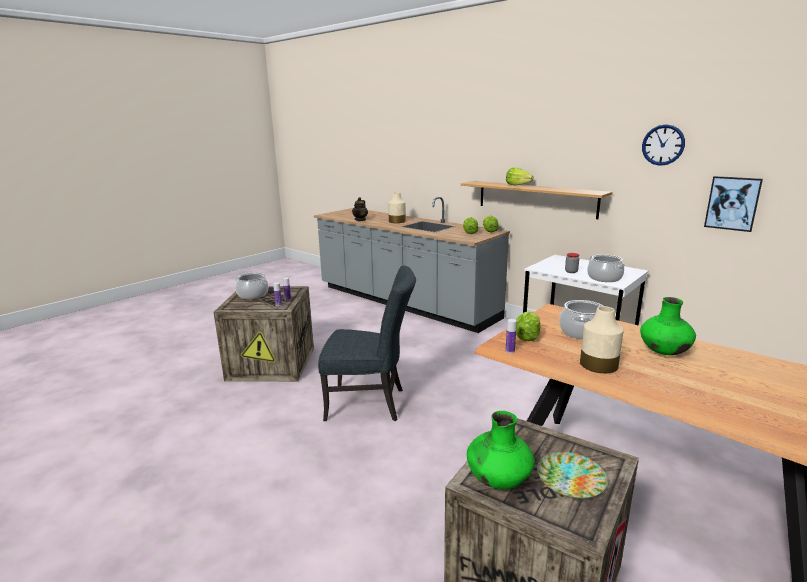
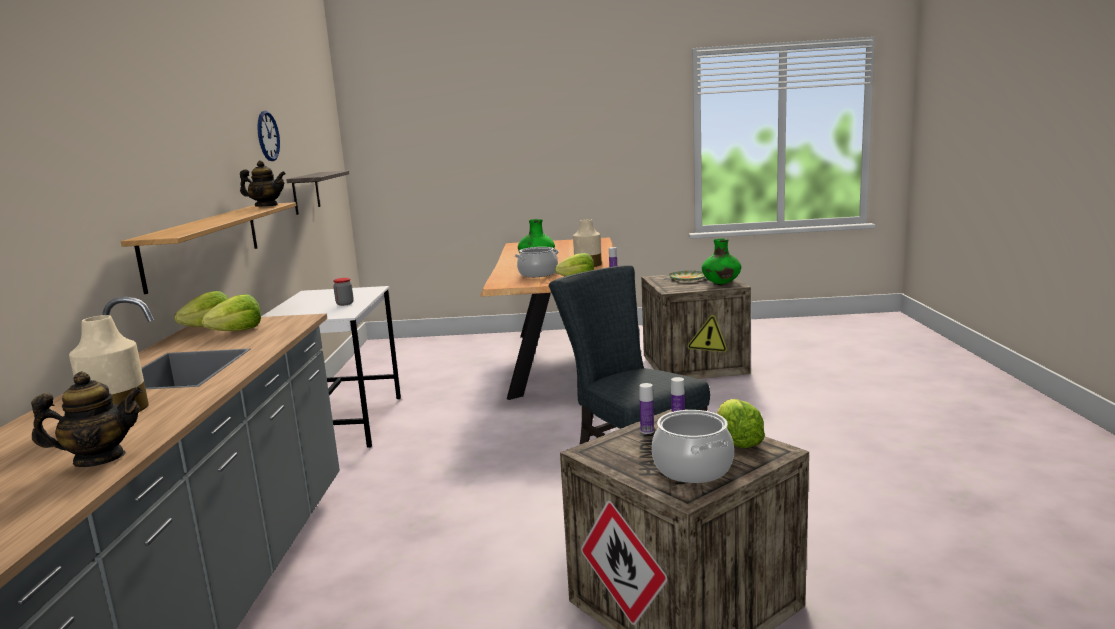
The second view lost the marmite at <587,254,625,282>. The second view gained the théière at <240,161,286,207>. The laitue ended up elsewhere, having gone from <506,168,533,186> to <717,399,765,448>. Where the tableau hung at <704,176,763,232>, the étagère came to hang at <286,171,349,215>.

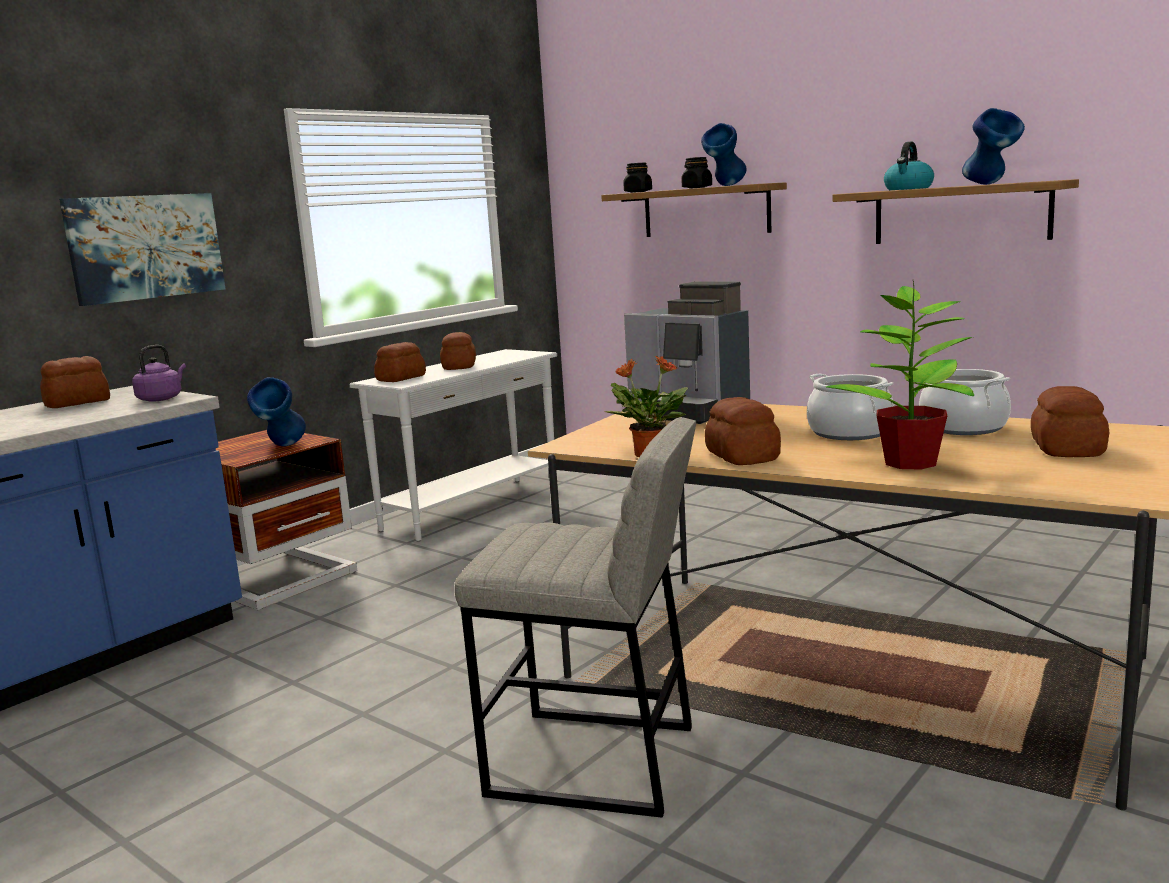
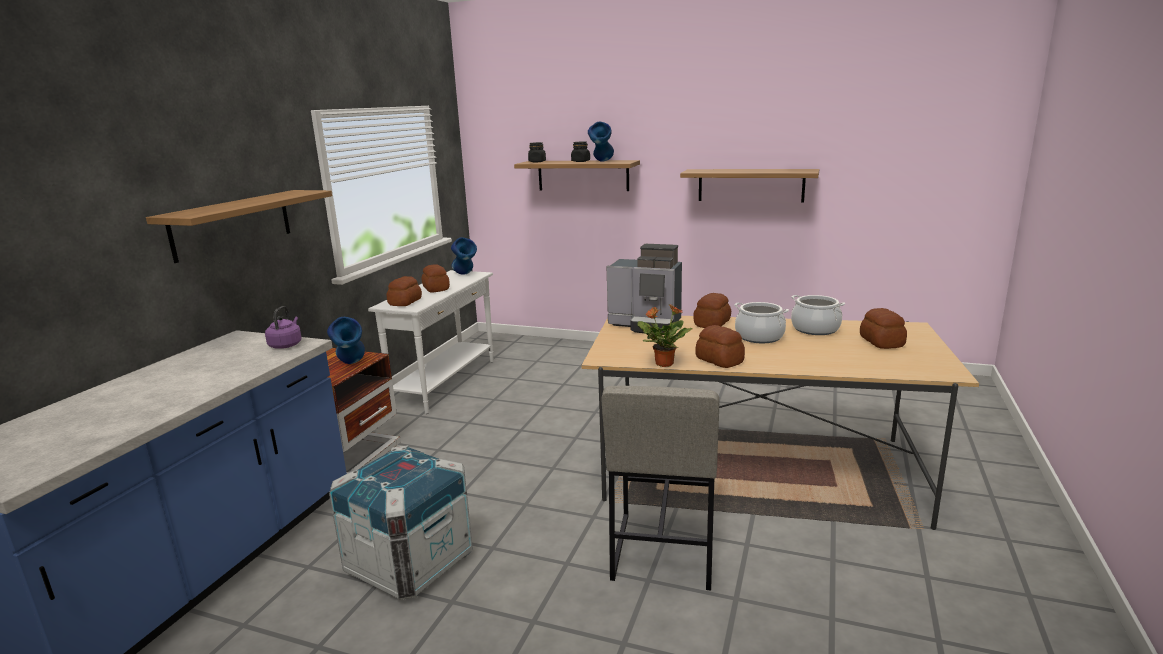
The second view lost the plante en pot at <826,281,974,469>. The second view lost the bouilloire at <884,141,934,190>. The second view gained the caisse at <329,445,473,600>. The pain ended up elsewhere, having gone from <40,356,110,408> to <693,293,731,328>. The vase [bleu] ended up elsewhere, having gone from <962,108,1025,185> to <451,237,477,275>. Where the tableau hung at <59,193,225,306>, the étagère came to hang at <146,190,332,263>. The chaise [gris] at <455,417,696,818> ended up facing another way, 105 degrees clockwise from before.

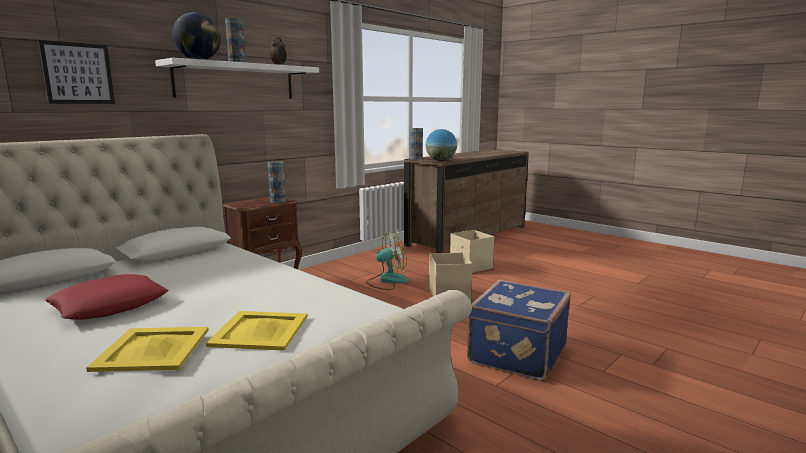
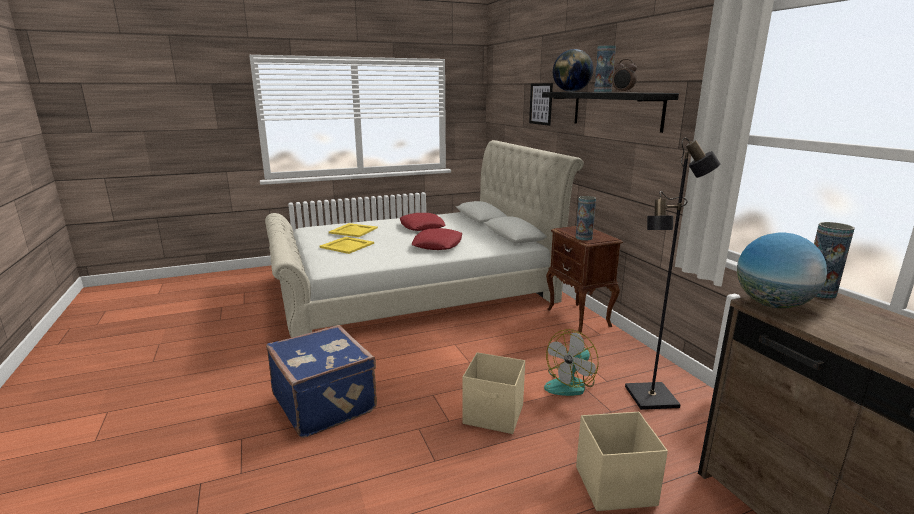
The second view gained the coussin [rouge] at <412,228,462,250>. The second view gained the lampadaire [noir] at <625,138,721,410>. What was the étagère [blanc] at <155,58,319,99> turned into the étagère [noir] at <542,92,679,133>. The ventilateur at <366,232,409,290> ended up facing another way, 45 degrees clockwise from before.

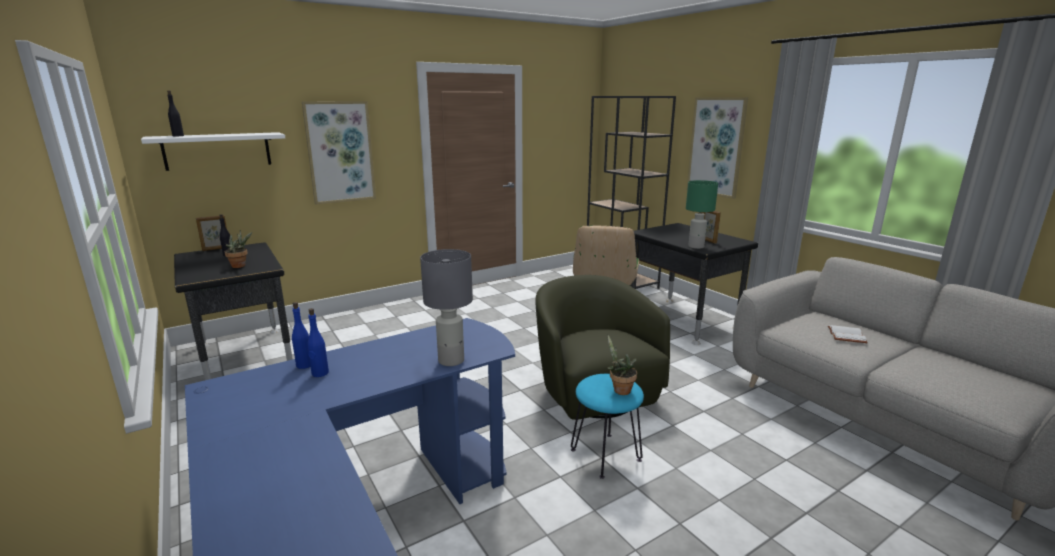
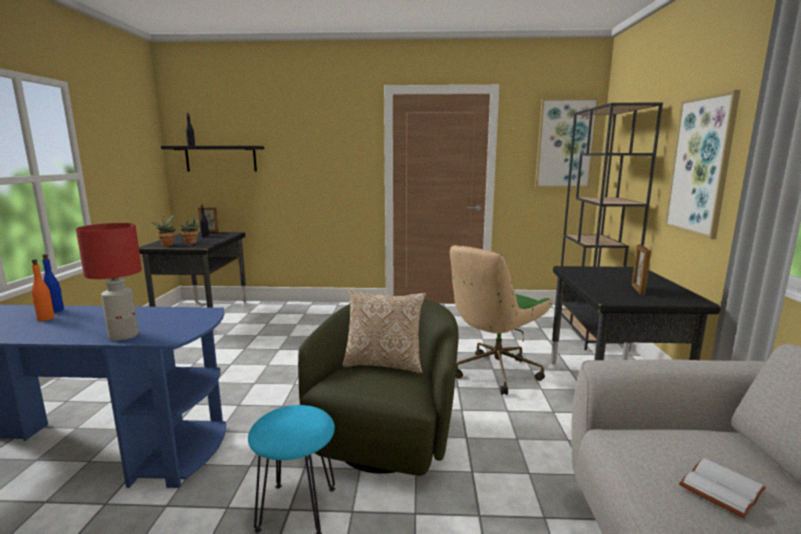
The second view lost the lampe de table [vert] at <686,180,718,249>. The second view gained the coussin at <342,289,426,374>. The tableau ended up elsewhere, having gone from <302,101,376,204> to <535,98,599,188>. The plante en pot ended up elsewhere, having gone from <607,335,637,395> to <151,214,176,246>. What was the étagère [blanc] at <141,132,285,171> turned into the étagère [noir] at <161,146,264,172>. What was the bouteille [bleu] at <307,308,329,377> turned into the bouteille [orange] at <32,259,55,321>. What was the lampe de table [gris] at <420,249,473,366> turned into the lampe de table [rouge] at <76,223,142,341>.

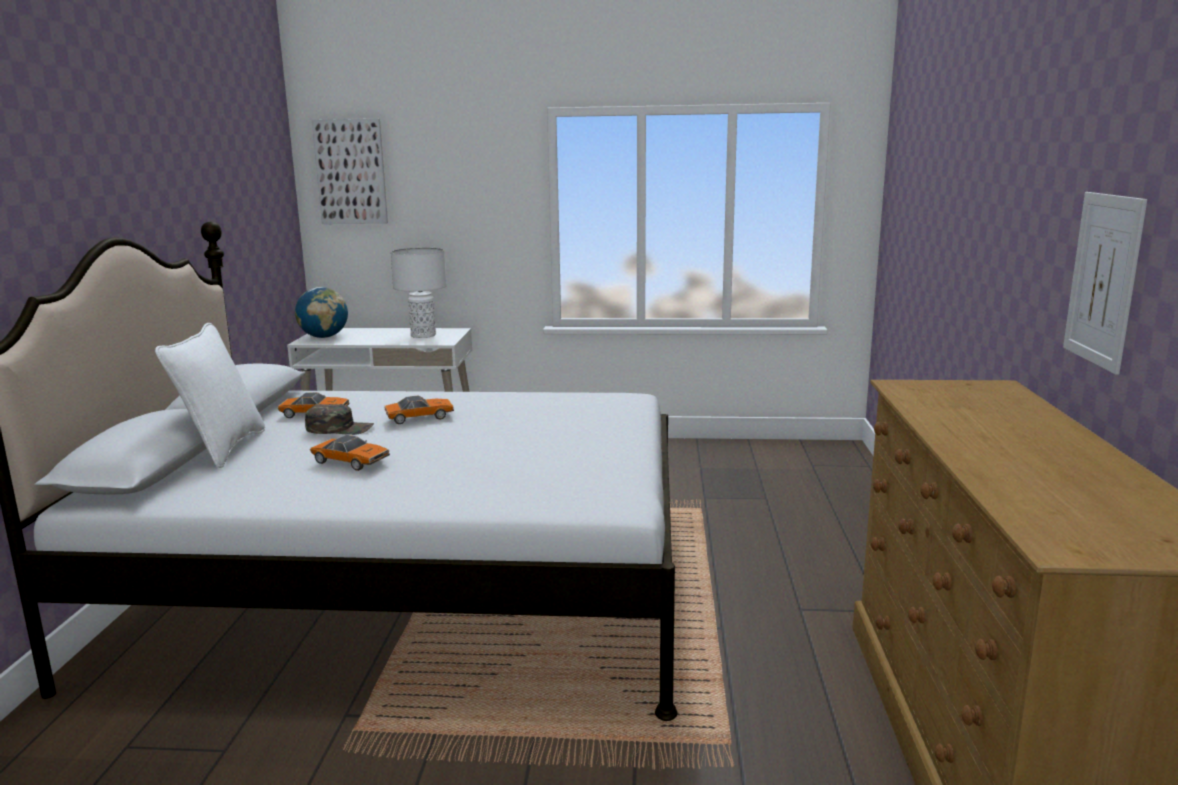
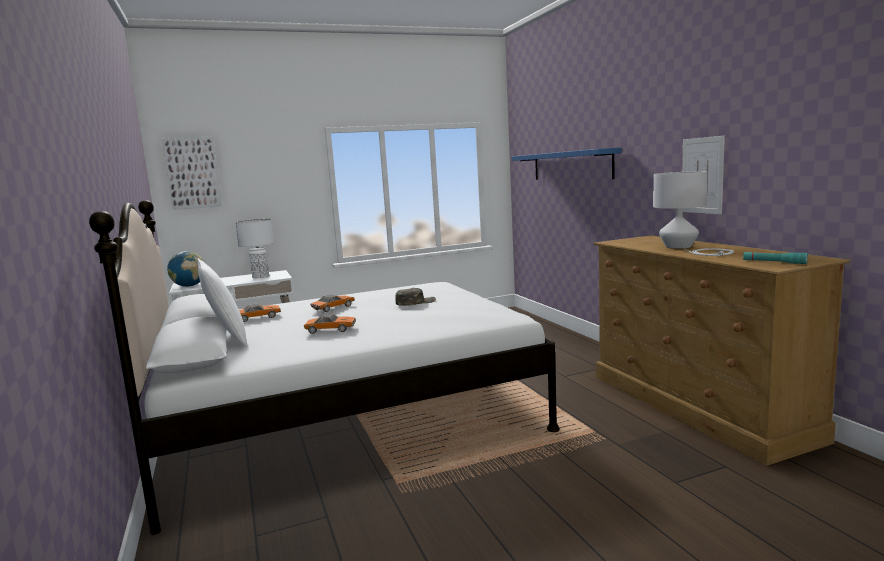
The second view gained the étagère [bleu] at <512,148,622,180>. The second view gained the lampe de table [gris] at <653,171,734,256>. The second view gained the lampe de poche [turquoise] at <743,252,808,264>. The casquette [vert] ended up elsewhere, having gone from <305,404,374,435> to <396,288,436,306>.

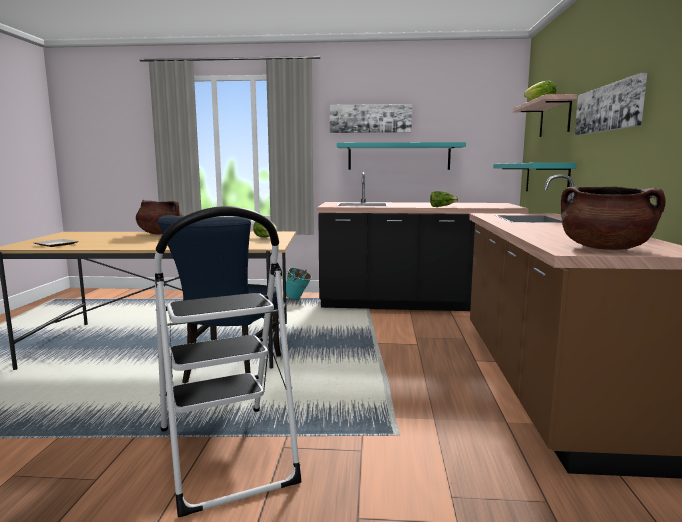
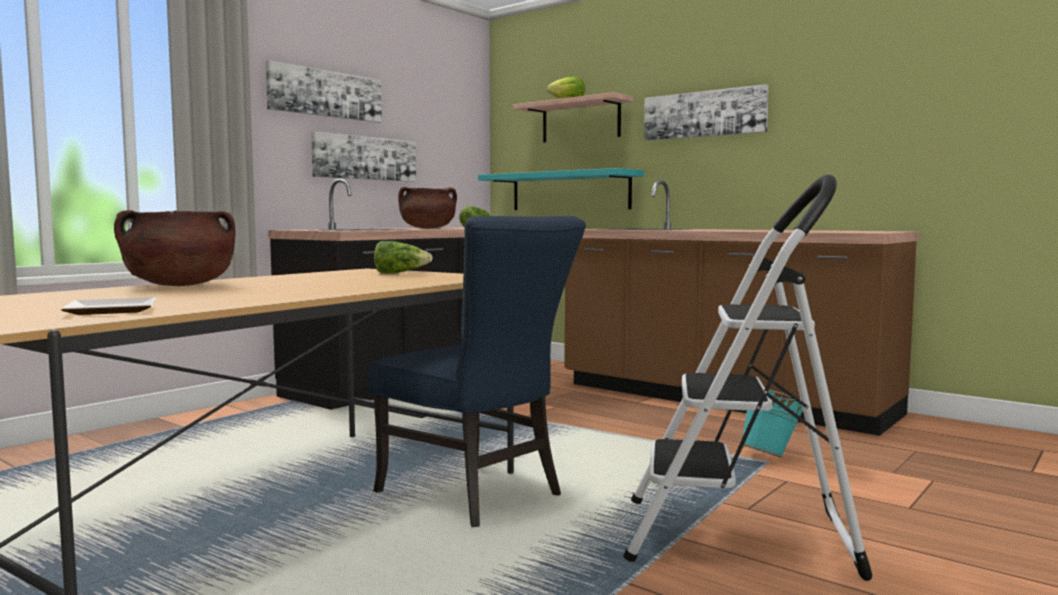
The seau [turquoise] ended up elsewhere, having gone from <286,268,312,300> to <743,389,803,458>. The marmite [marron] ended up elsewhere, having gone from <561,187,666,250> to <398,187,457,228>. Where the étagère [turquoise] hung at <337,142,466,170>, the tableau came to hang at <311,131,416,182>.

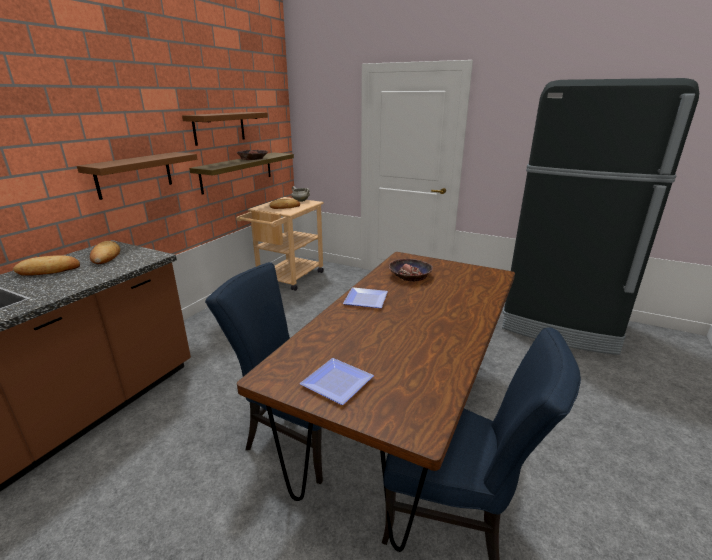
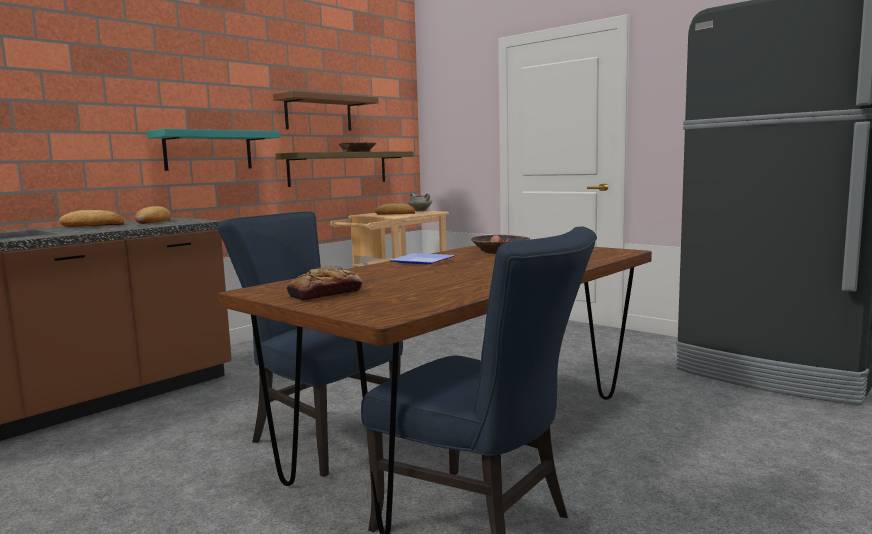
Where the assiette stood at <300,358,374,405>, the pain came to stand at <287,266,363,301>. What was the étagère [marron] at <77,152,198,200> turned into the étagère [turquoise] at <146,129,280,171>.

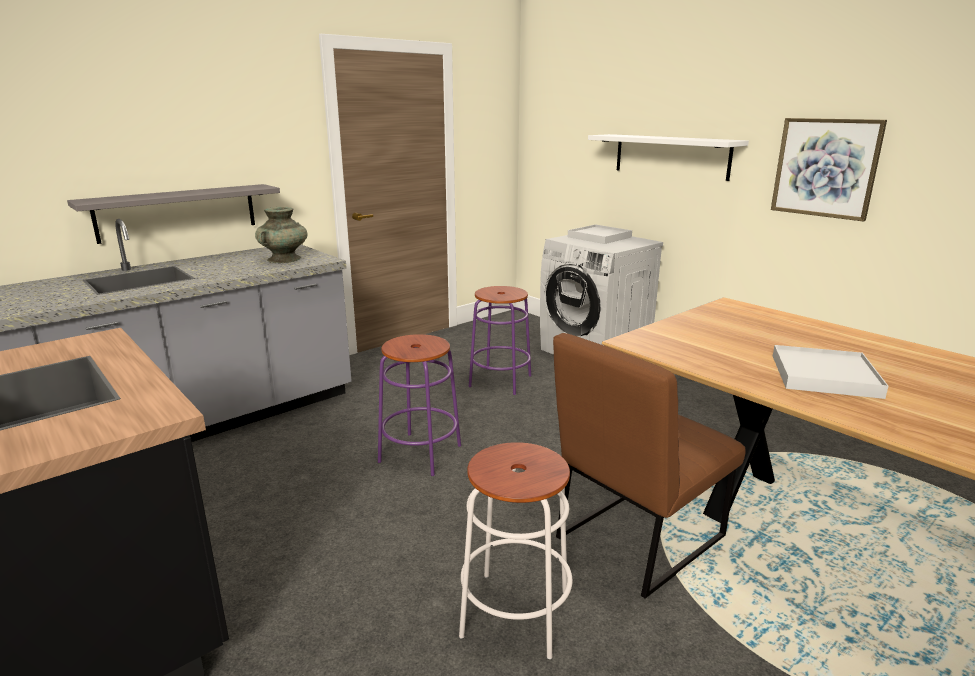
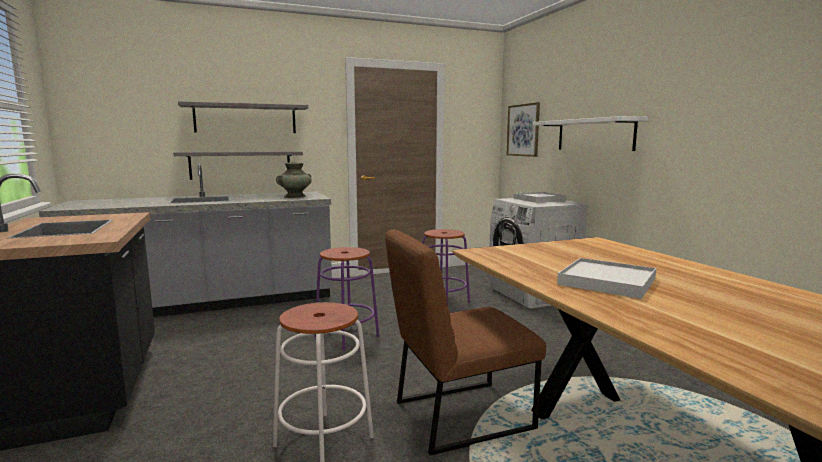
The second view gained the étagère [gris] at <178,101,308,133>. The tableau ended up elsewhere, having gone from <771,118,887,221> to <507,102,540,157>.

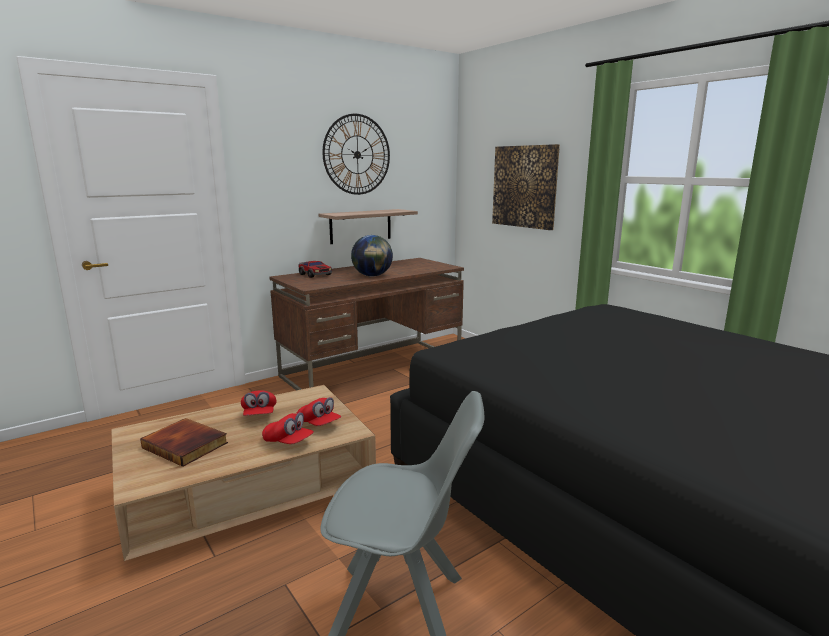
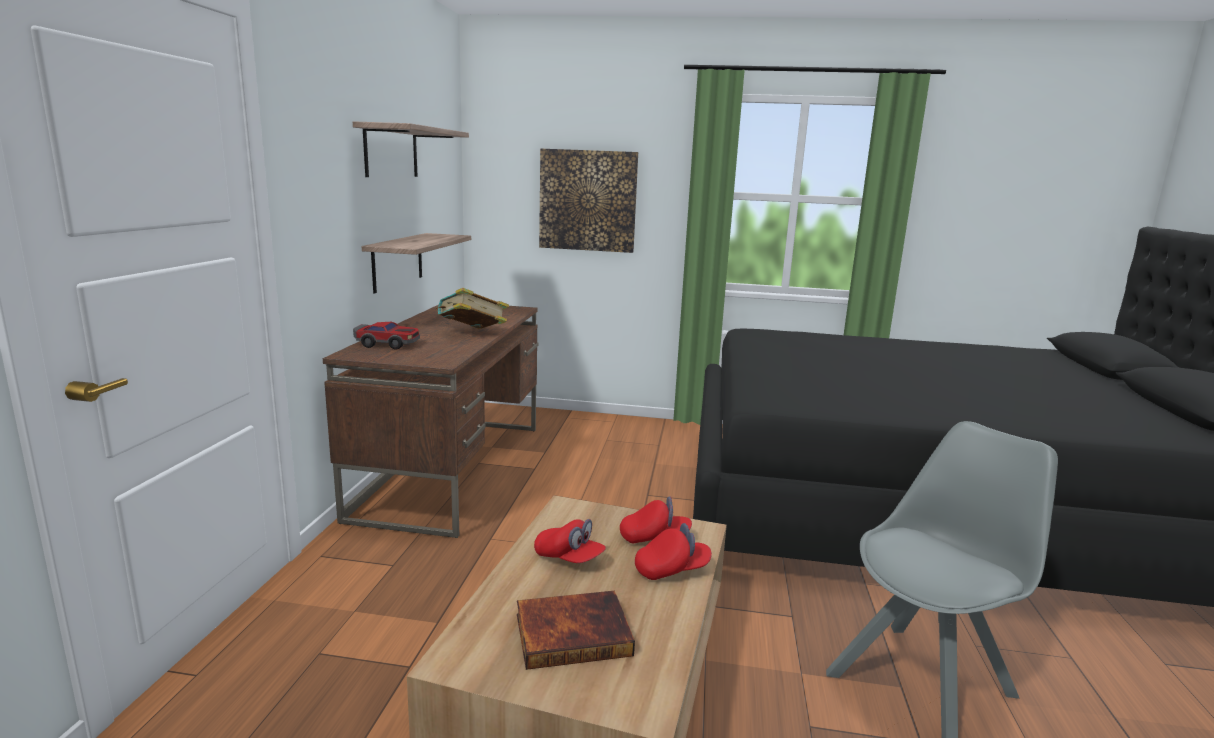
Where the horloge murale hung at <323,114,390,195>, the étagère came to hang at <353,121,469,177>. Where the globe stood at <351,235,393,277>, the livre came to stand at <436,288,509,329>.

